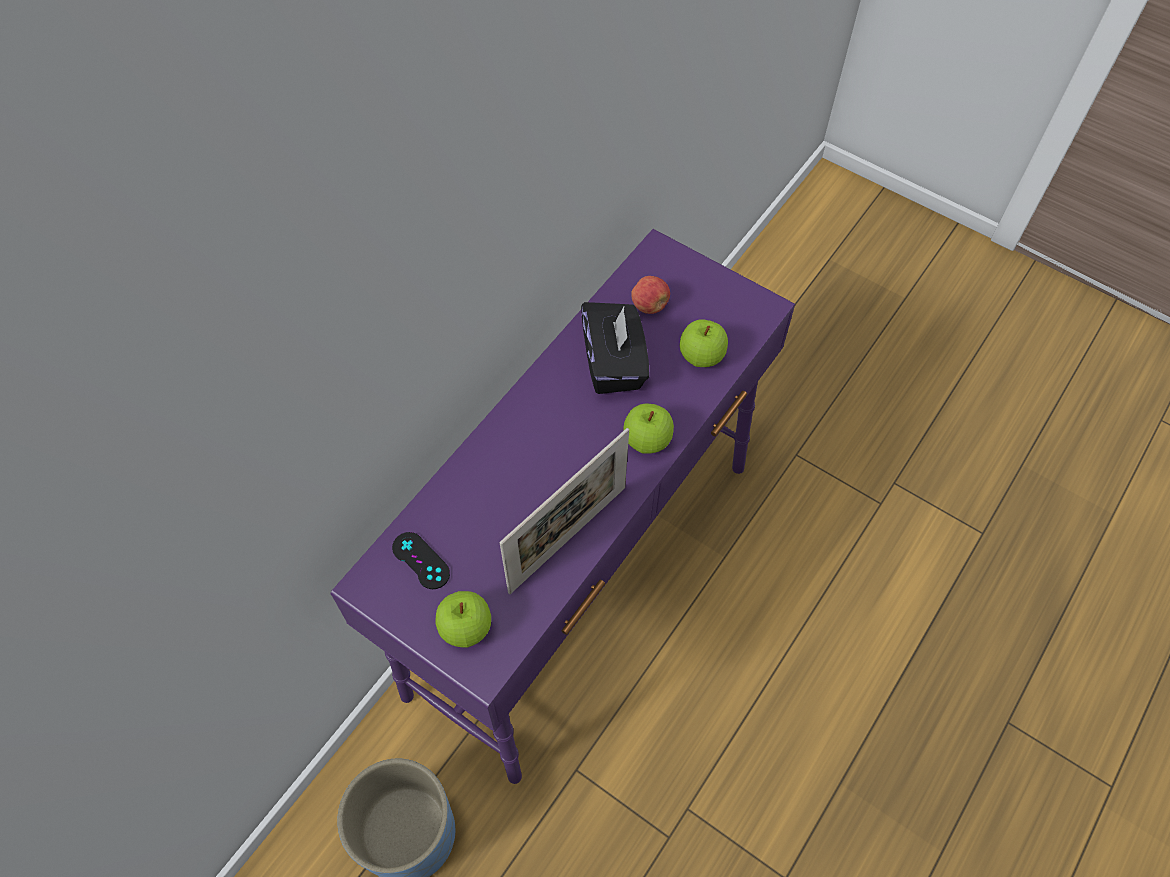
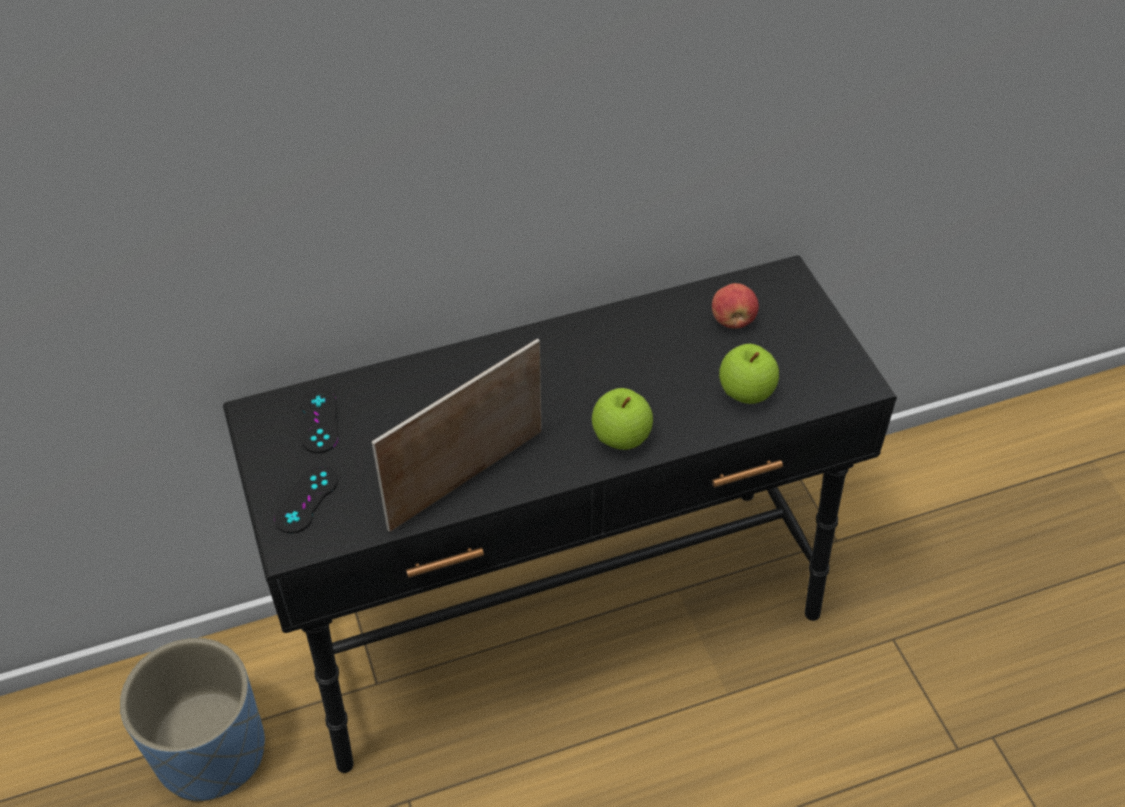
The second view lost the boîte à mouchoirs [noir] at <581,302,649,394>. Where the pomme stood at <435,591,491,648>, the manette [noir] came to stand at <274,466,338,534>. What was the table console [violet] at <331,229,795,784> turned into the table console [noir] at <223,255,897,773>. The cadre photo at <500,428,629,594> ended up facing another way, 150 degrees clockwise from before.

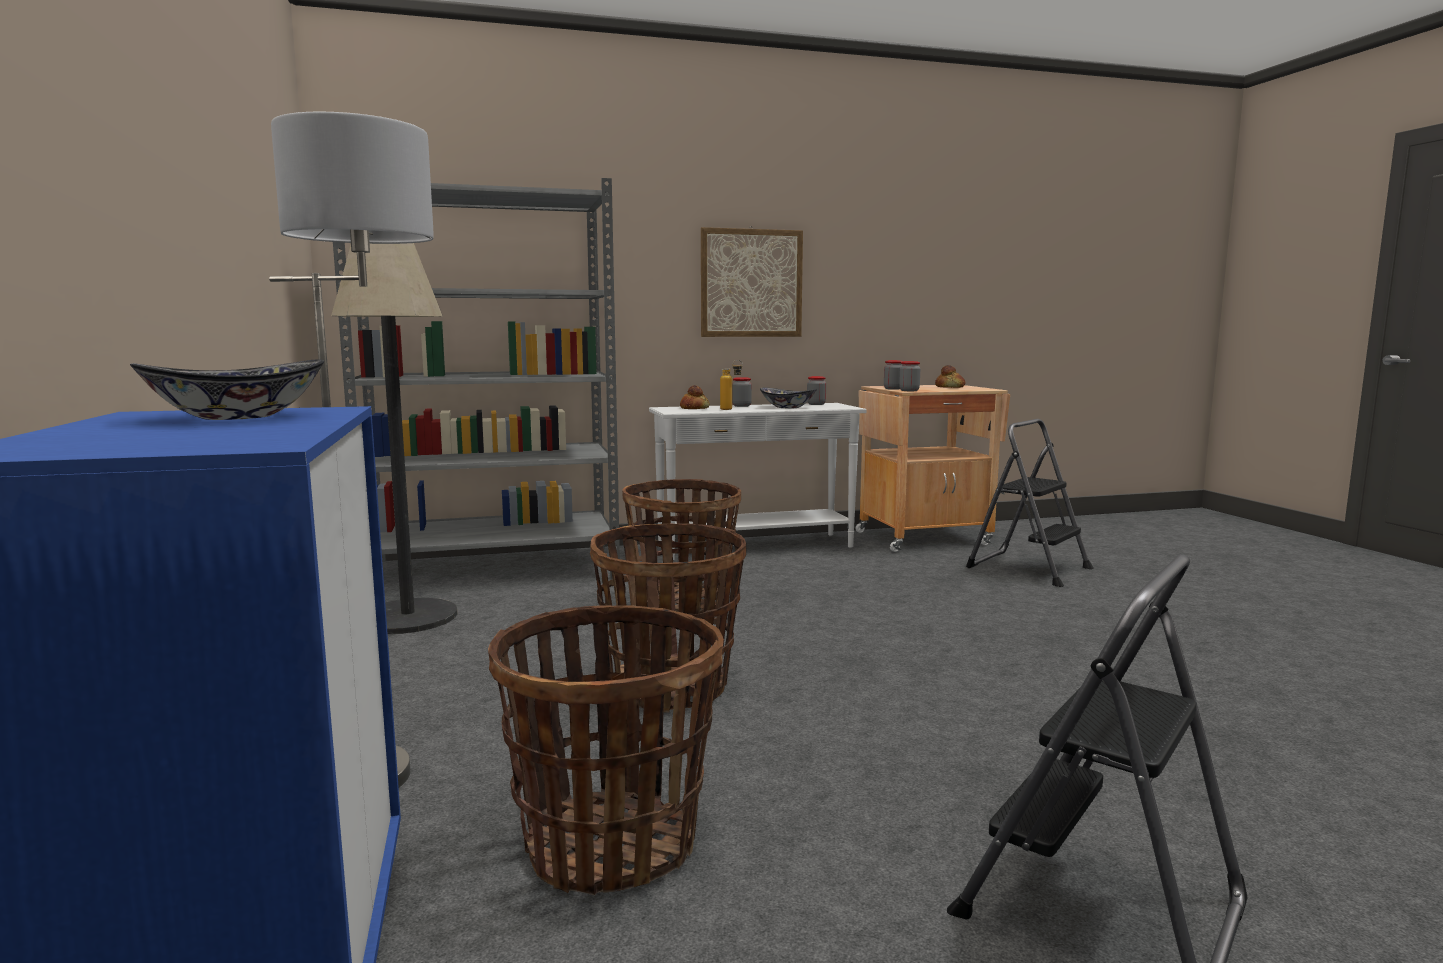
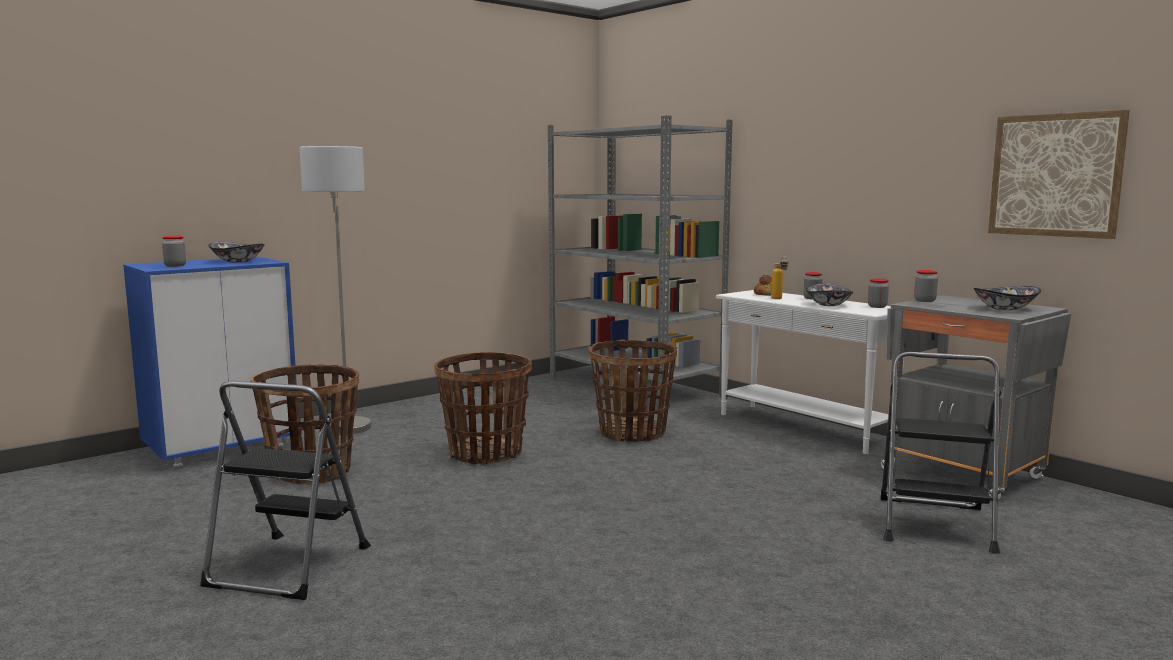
The second view lost the lampadaire at <331,243,458,634>. The tableau ended up elsewhere, having gone from <701,226,803,337> to <988,110,1130,239>. The bocal ended up elsewhere, having gone from <899,361,920,391> to <162,236,186,267>. Where the pain stood at <935,365,966,388>, the bol came to stand at <973,286,1041,310>. What was the chariot [marron] at <855,385,1010,552> turned into the chariot [gris] at <881,295,1071,500>.

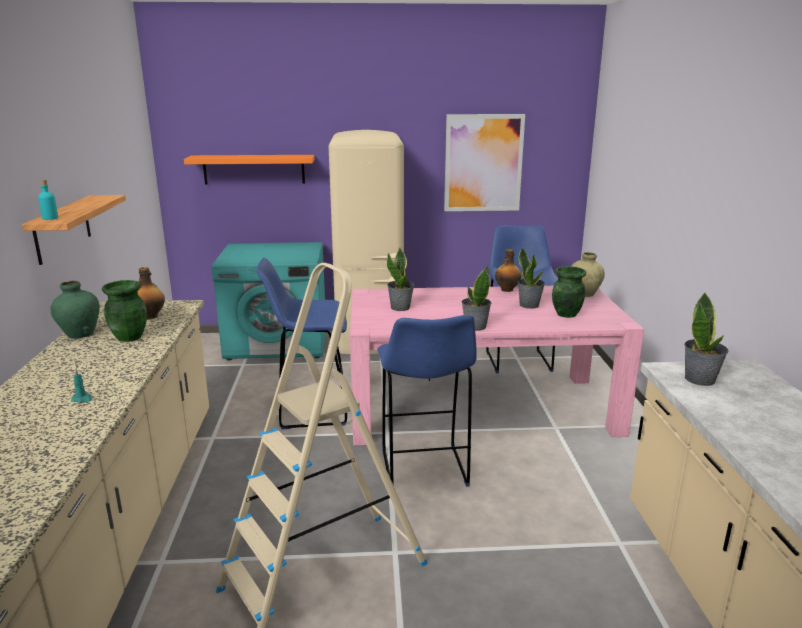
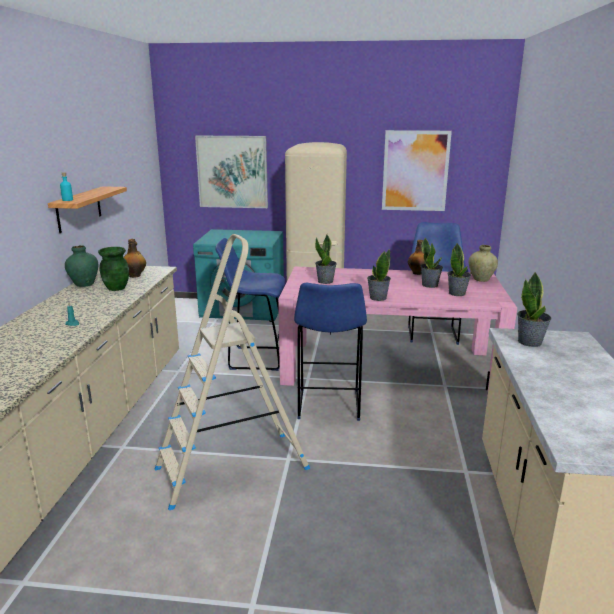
Where the étagère [orange] hung at <184,155,314,184>, the tableau came to hang at <195,136,268,208>. Where the vase [vert] stood at <552,266,586,318>, the plante en pot came to stand at <447,243,471,296>.

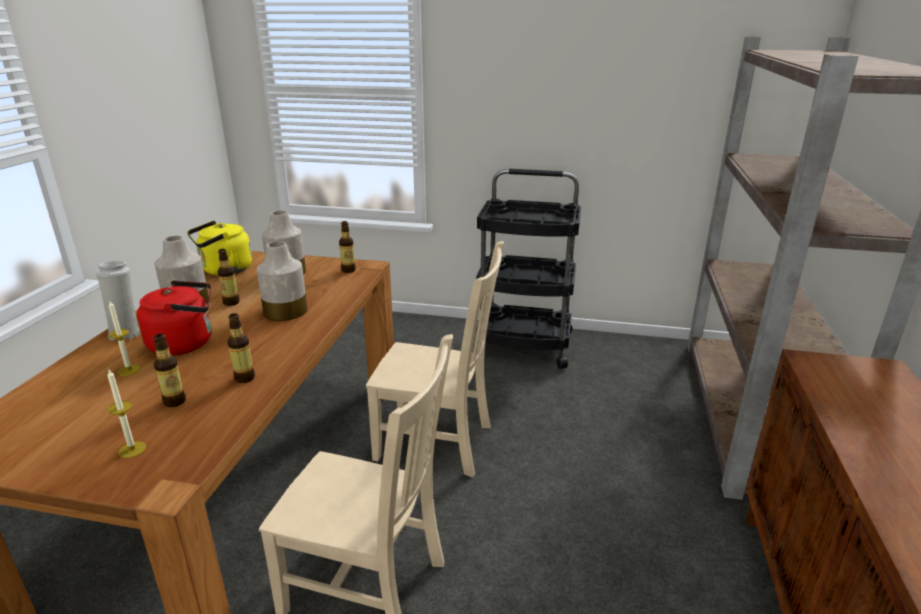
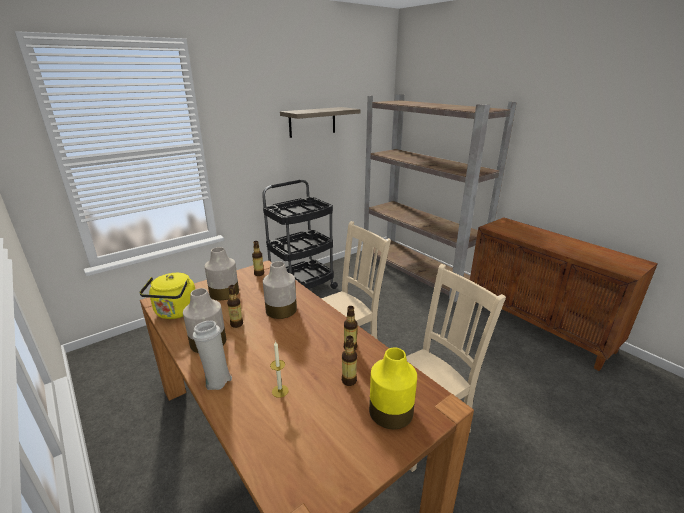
The second view lost the bouilloire [rouge] at <137,280,212,356>. The second view gained the étagère at <280,107,361,138>. Where the bougie stood at <107,370,146,458>, the vase [jaune] came to stand at <369,347,417,429>.

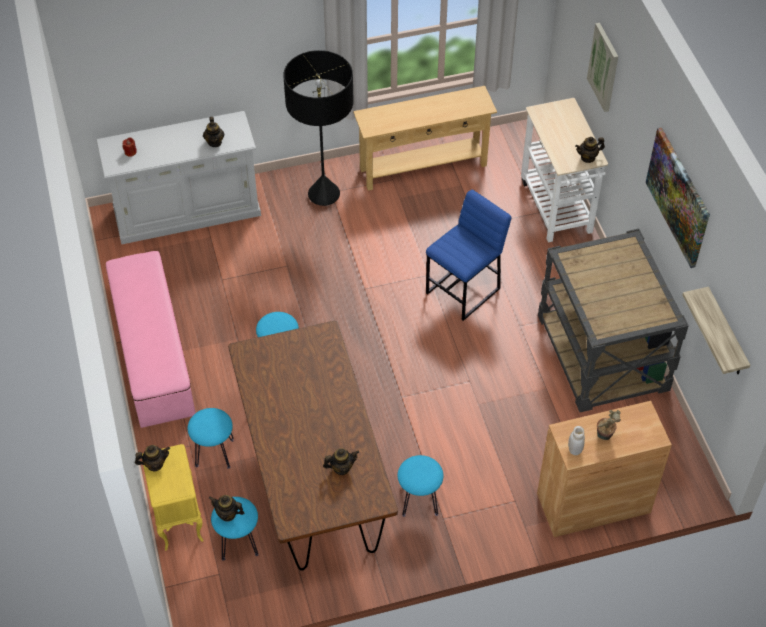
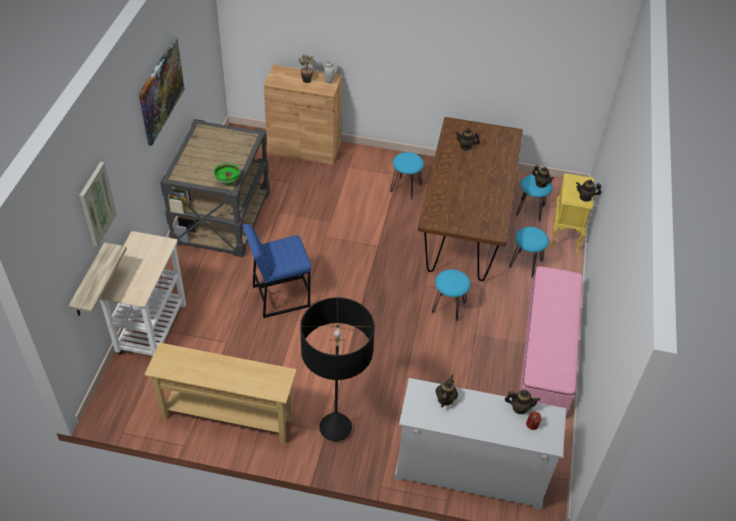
The second view gained the bol [vert] at <214,163,240,185>. The théière ended up elsewhere, having gone from <575,137,605,163> to <505,390,540,414>. The étagère ended up elsewhere, having gone from <682,287,750,375> to <68,242,127,316>.

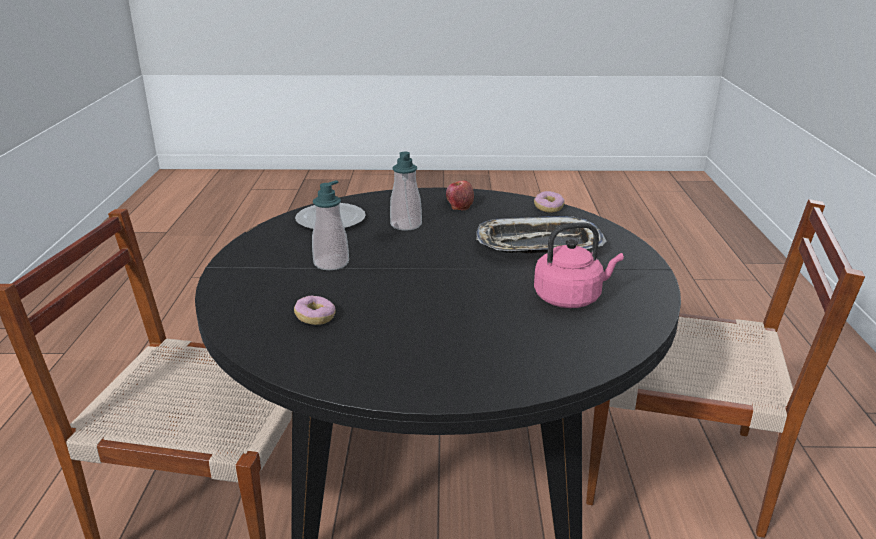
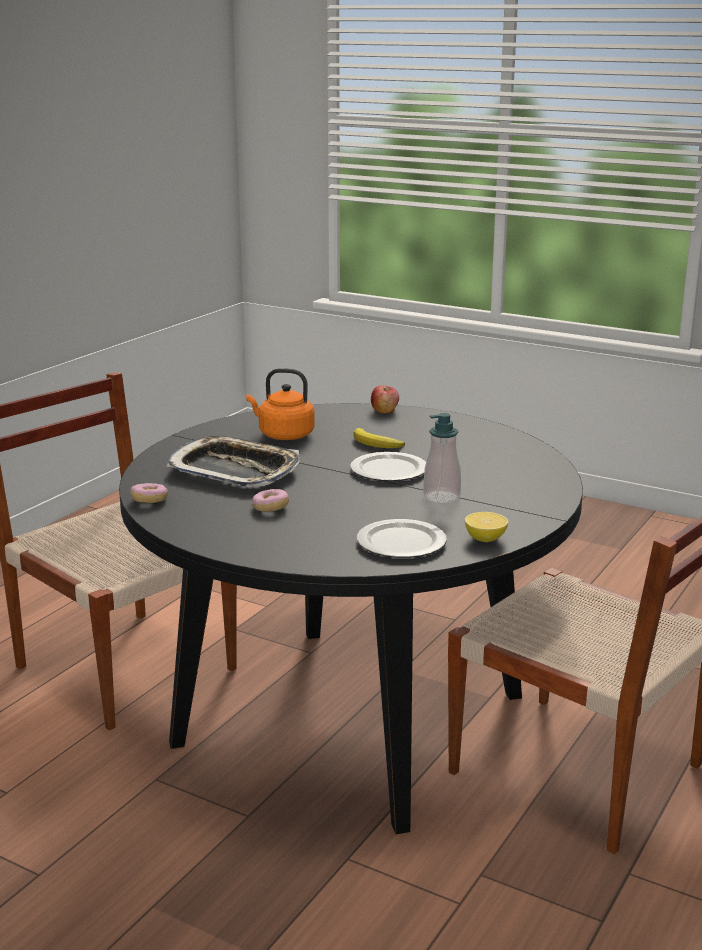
The second view lost the distributeur de savon at <390,152,422,230>. The second view gained the assiette at <350,452,426,481>. The second view gained the banane at <353,428,405,448>. The second view gained the citron at <465,512,508,542>. The beignet ended up elsewhere, having gone from <294,295,336,325> to <252,489,289,512>. The pomme ended up elsewhere, having gone from <446,181,474,210> to <371,385,399,414>. What was the bouilloire [rose] at <534,222,624,308> turned into the bouilloire [orange] at <246,368,315,440>.

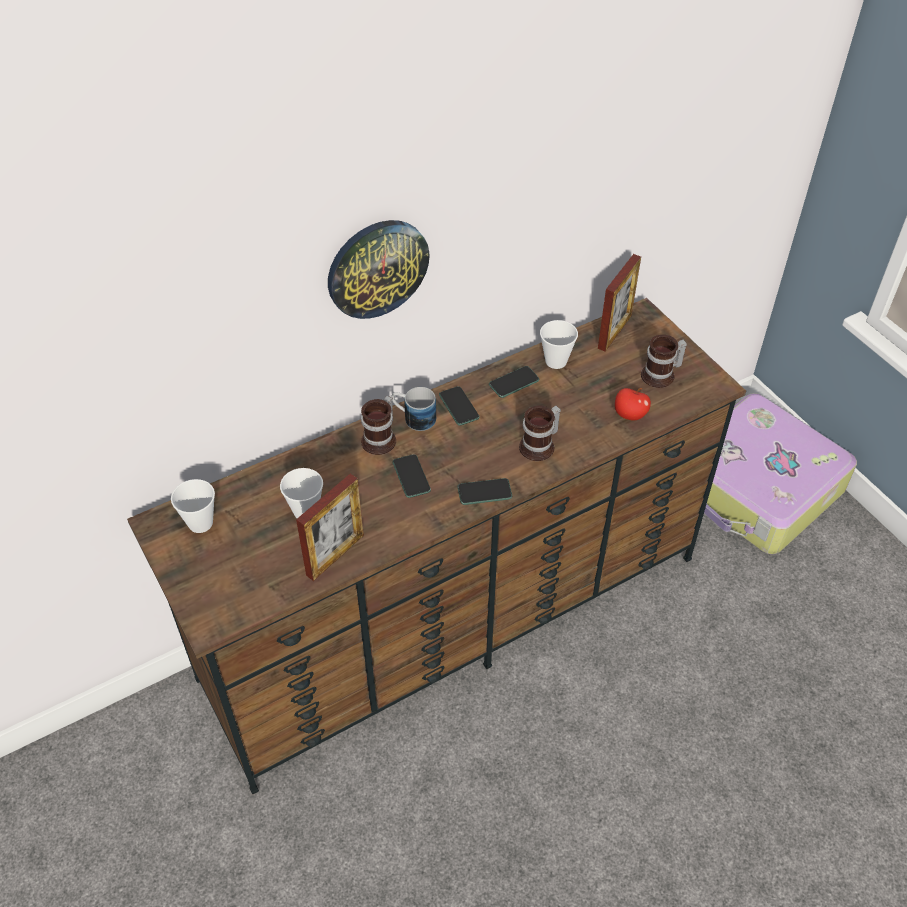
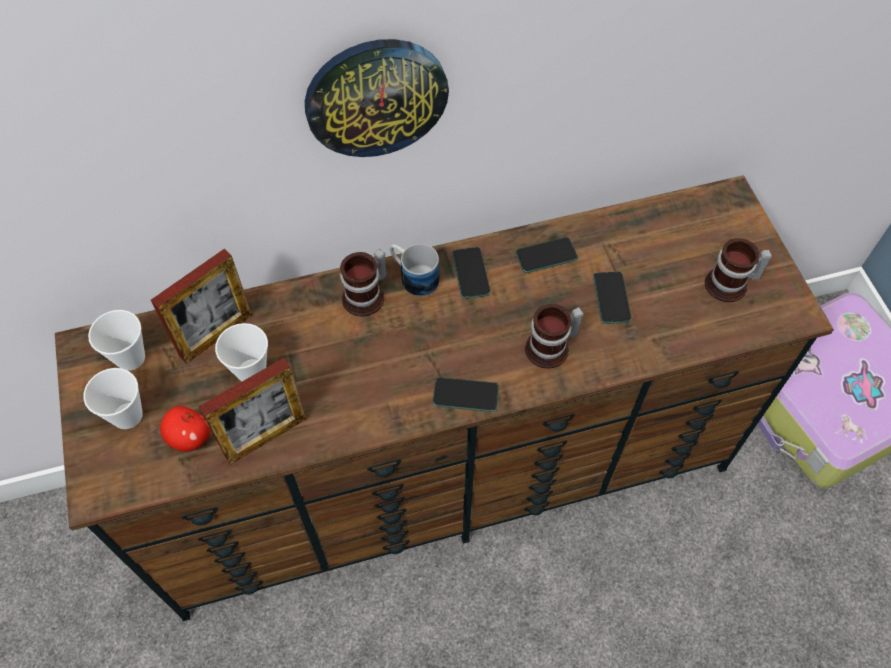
The téléphone ended up elsewhere, having gone from <392,454,431,498> to <593,271,631,324>. The tasse ended up elsewhere, having gone from <540,320,578,369> to <83,368,143,429>. The cadre photo ended up elsewhere, having gone from <598,254,641,351> to <151,249,252,364>. The pomme ended up elsewhere, having gone from <615,388,651,421> to <160,406,210,452>.

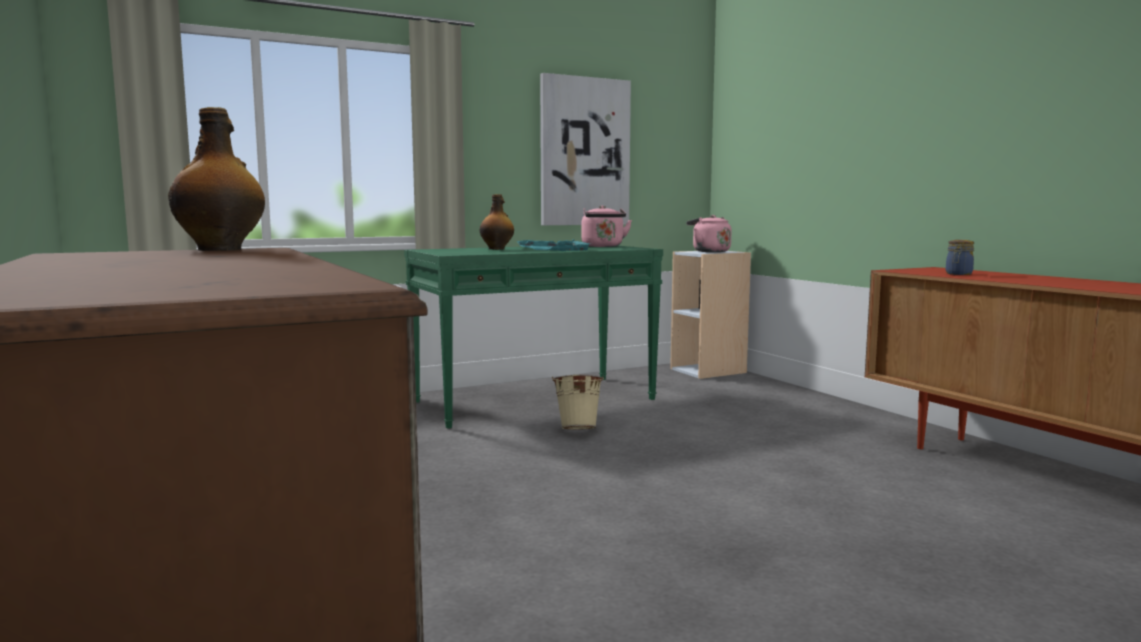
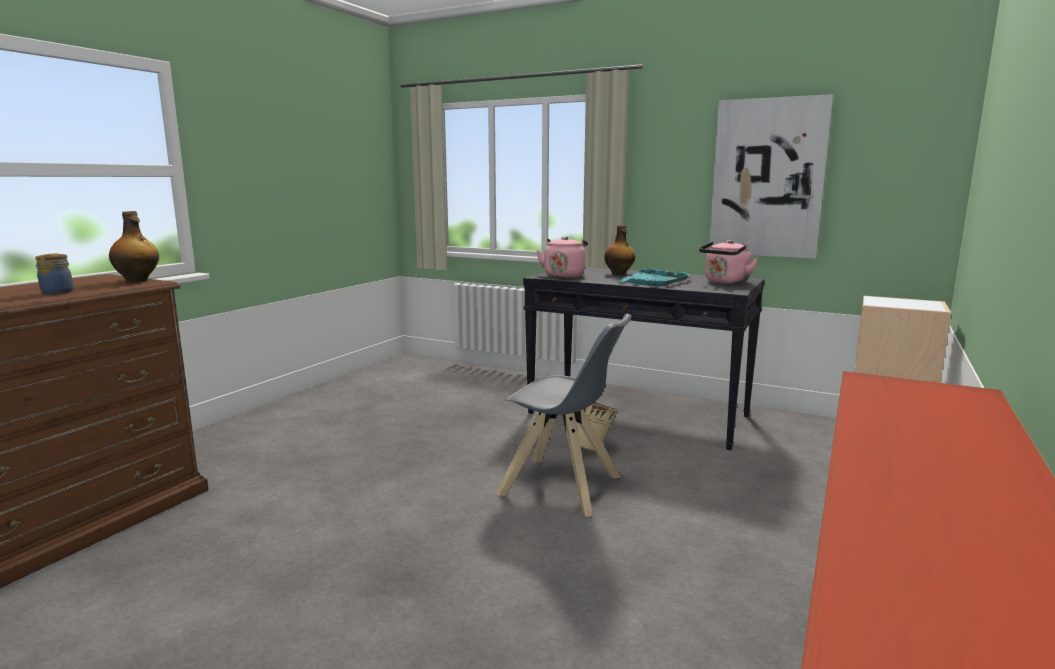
The second view gained the chaise [gris] at <496,314,631,517>. The bouilloire [rose] ended up elsewhere, having gone from <686,215,731,252> to <536,236,588,278>. The bocal ended up elsewhere, having gone from <946,240,974,275> to <35,254,73,294>. What was the table console [vert] at <404,246,663,429> turned into the table console [noir] at <523,267,765,450>.

